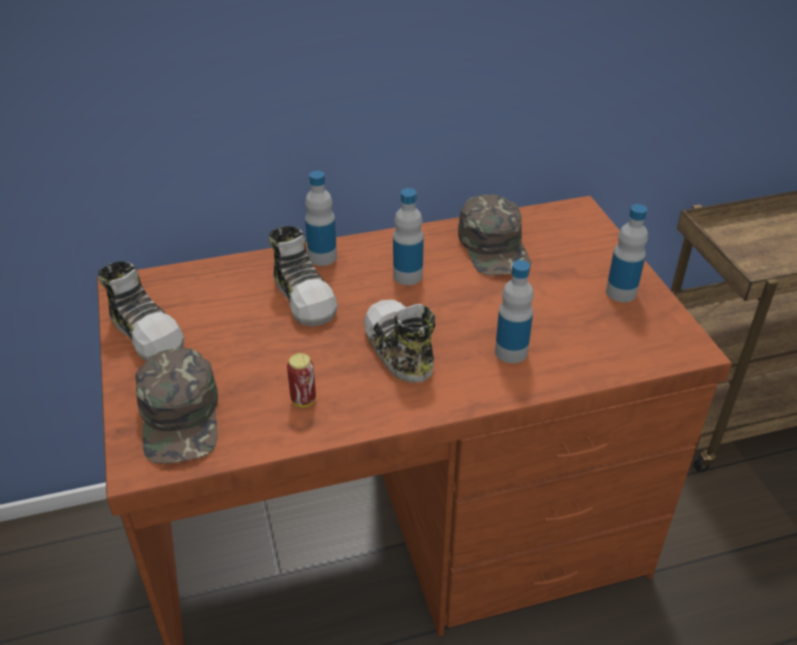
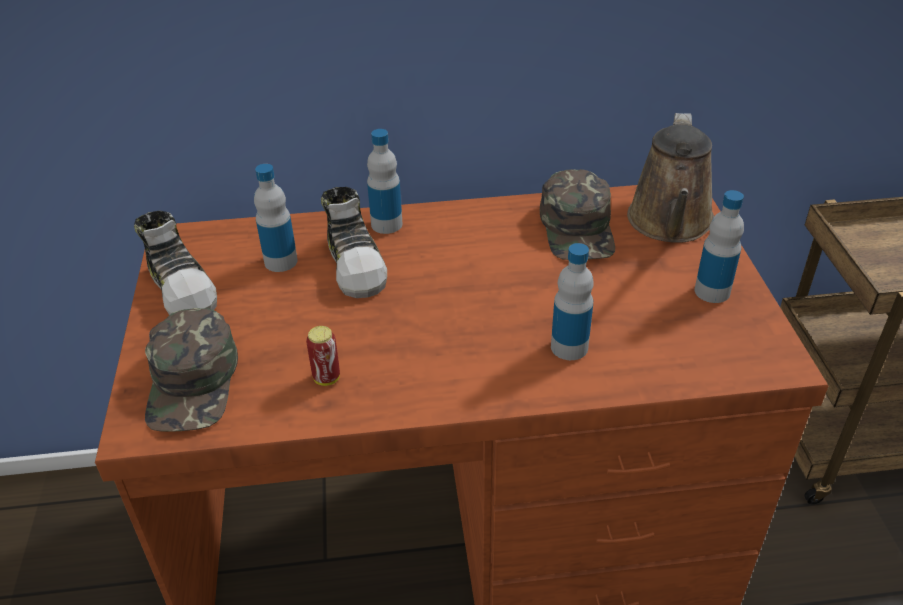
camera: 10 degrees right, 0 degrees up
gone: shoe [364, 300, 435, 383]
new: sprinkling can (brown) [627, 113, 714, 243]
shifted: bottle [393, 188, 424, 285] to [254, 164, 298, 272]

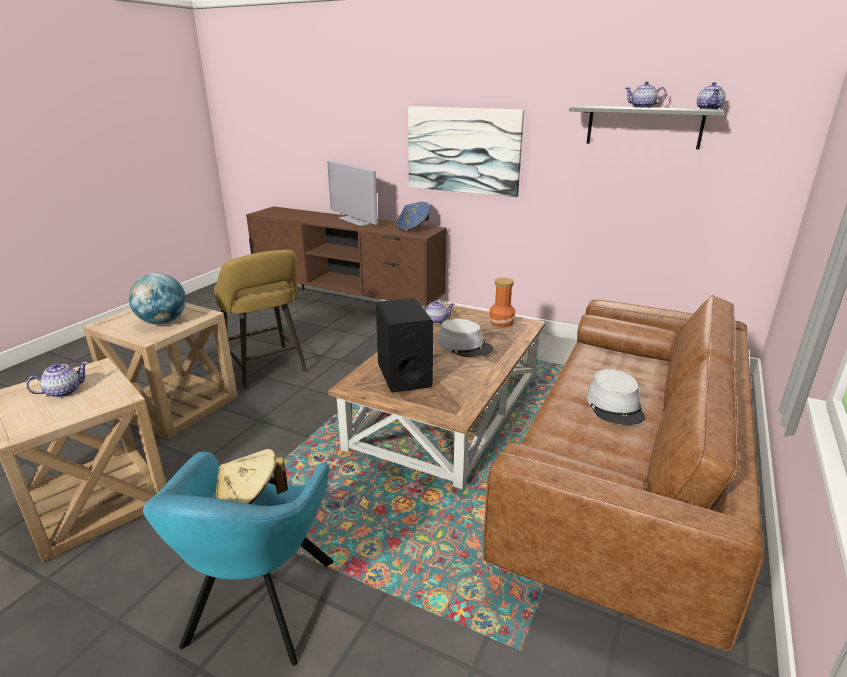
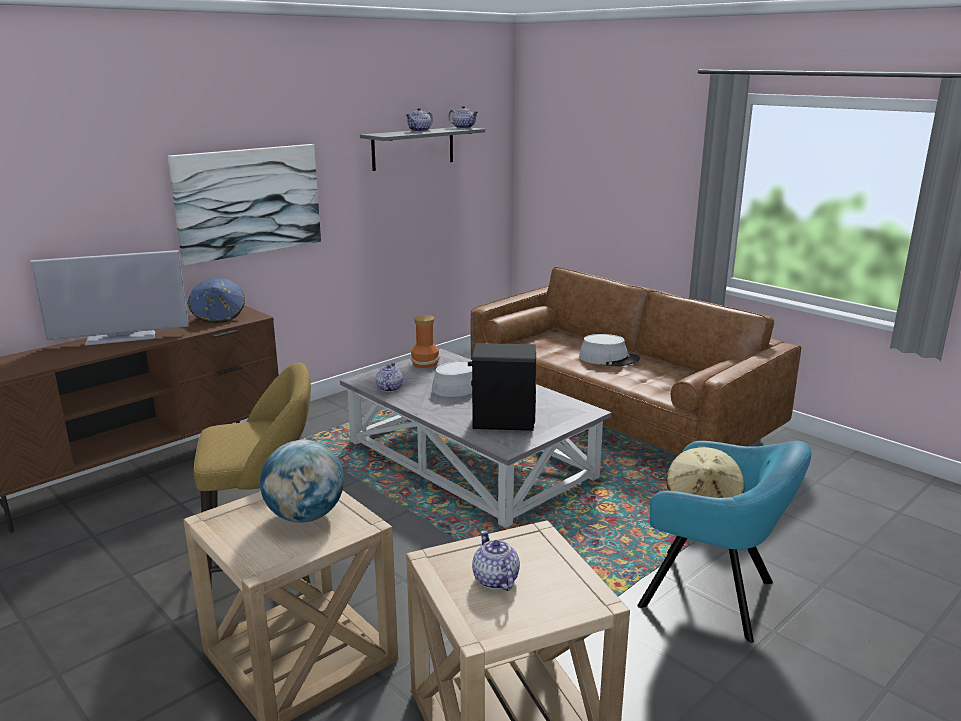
camera: 70 degrees left, 5 degrees down
repainted: coffee table (brown) [328, 303, 546, 489] to coffee table (grey) [340, 349, 612, 528]

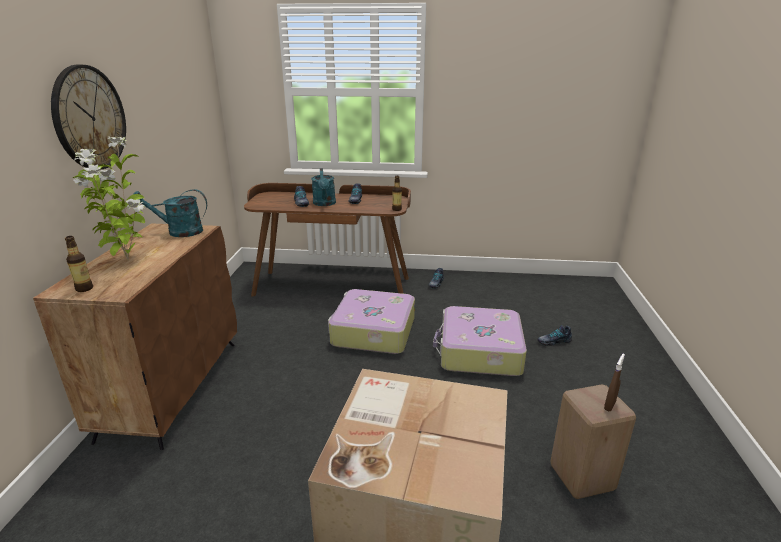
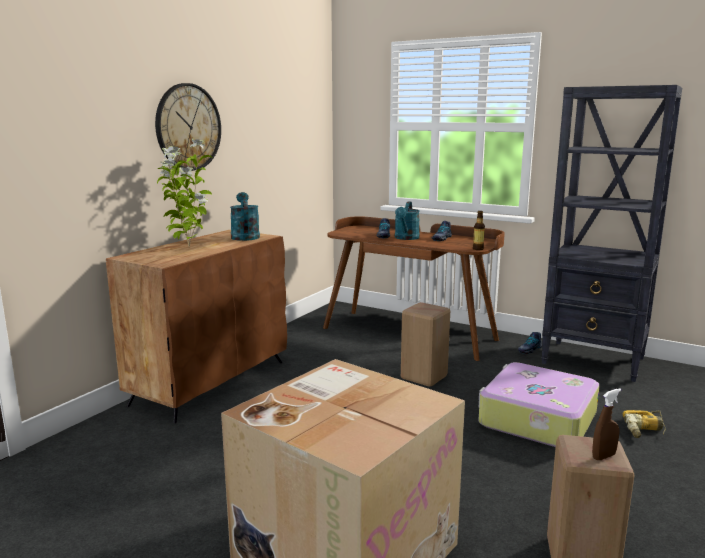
camera: 25 degrees right, 10 degrees down
gone: bottle [65, 236, 93, 292]
new: bookcase (black) [541, 85, 682, 382]
swapped: suitcase [328, 289, 415, 354] to sitting stool (sand-coloured) [401, 302, 450, 387]; shoe [537, 325, 572, 346] to power drill [623, 410, 666, 438]
rotated: sprinkling can (blue-green) [134, 189, 207, 237] = [230, 192, 260, 241] 60 degrees clockwise

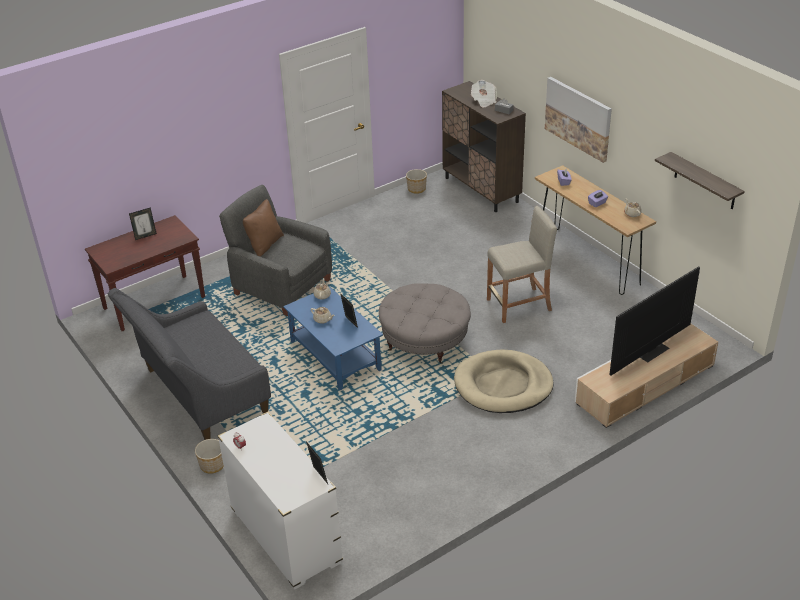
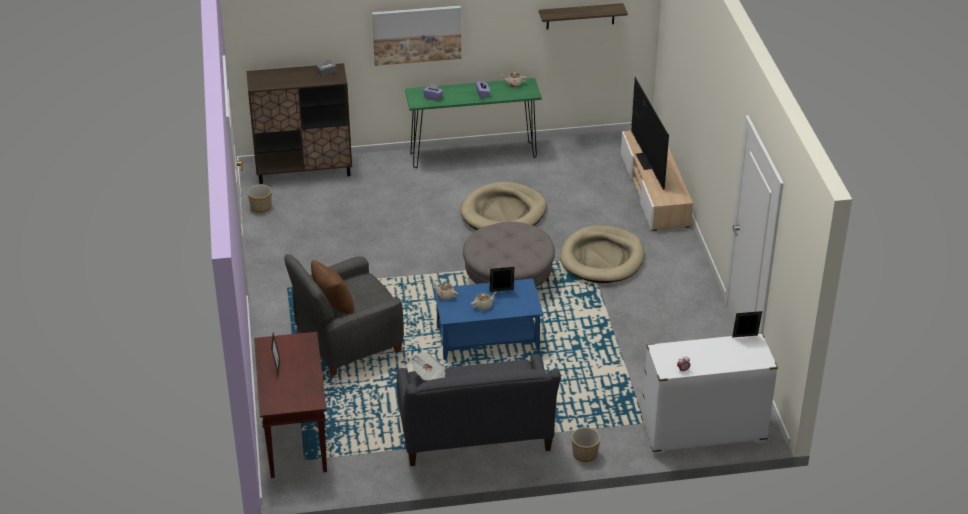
camera: 65 degrees left, 0 degrees up
shifted: daily paper [471, 80, 497, 108] to [411, 352, 446, 381]
swapped: sitting stool (sand-coloured) [487, 206, 557, 323] to dog cushion (sand-coloured) [460, 182, 546, 230]
repainted: console table (brown) [535, 165, 656, 295] to console table (green) [405, 78, 542, 168]

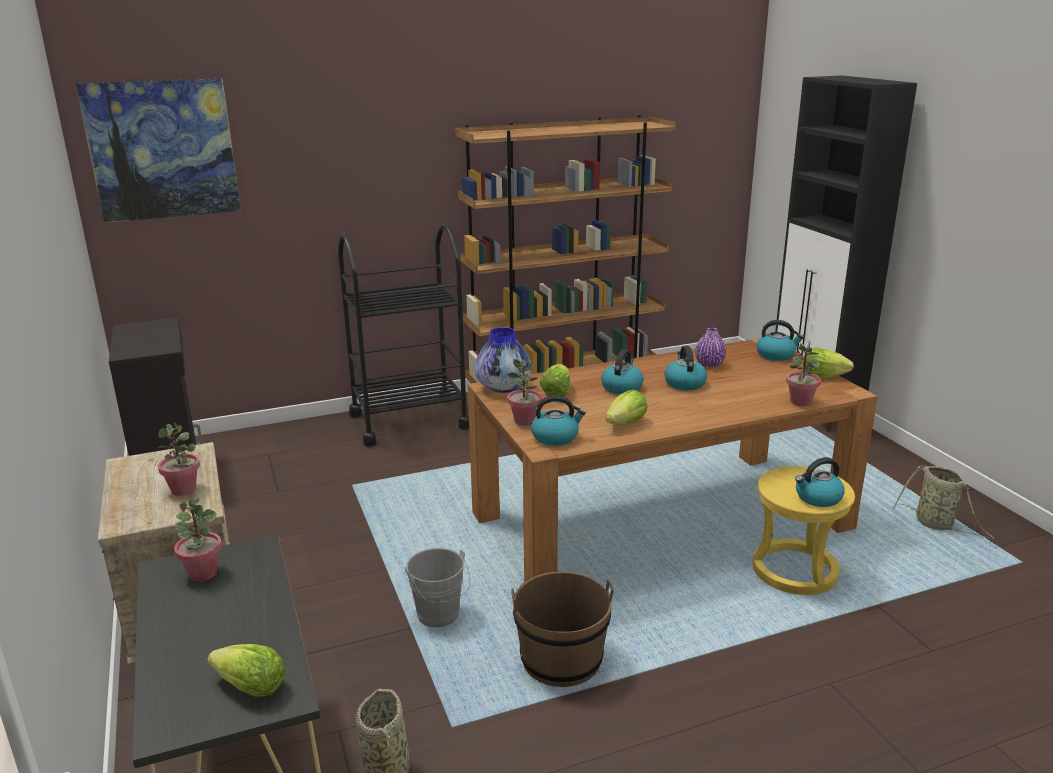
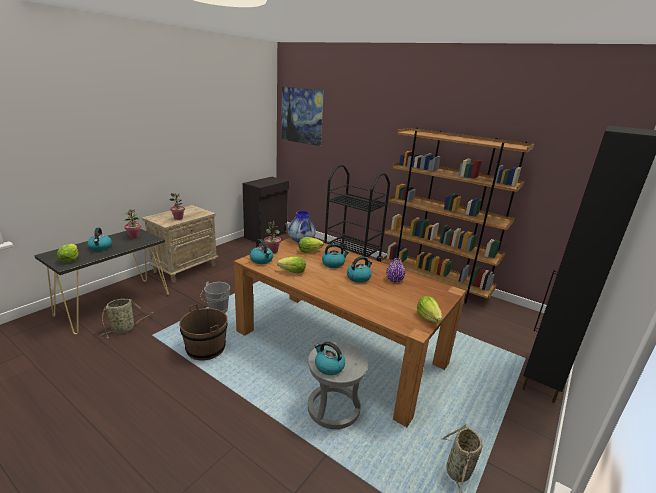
camera: 55 degrees right, 0 degrees up
gone: plant in a pot [786, 342, 821, 406]
shifted: tea kettle [756, 320, 804, 361] to [87, 228, 112, 251]
repainted: sitting stool (yellowish) [753, 466, 855, 595] to sitting stool (grey) [308, 342, 368, 429]

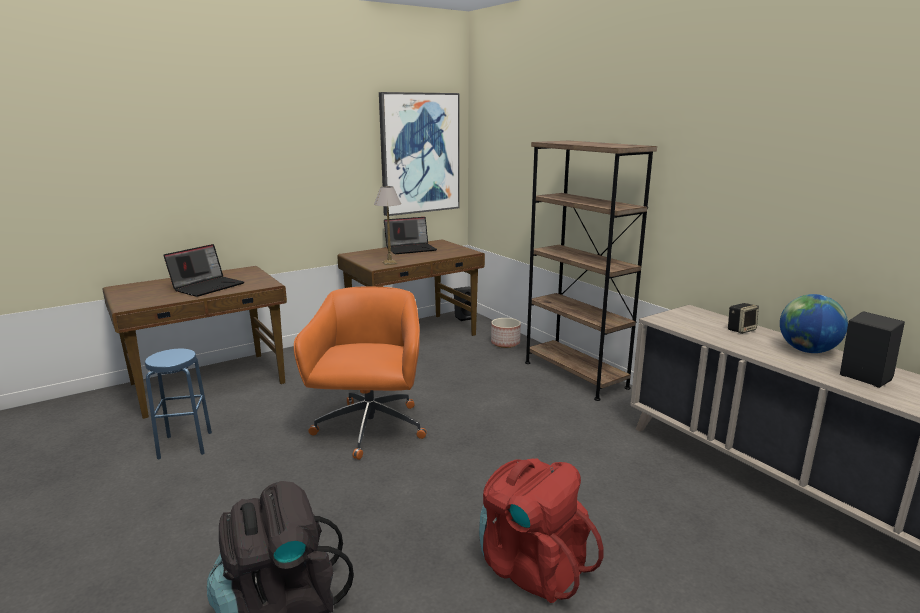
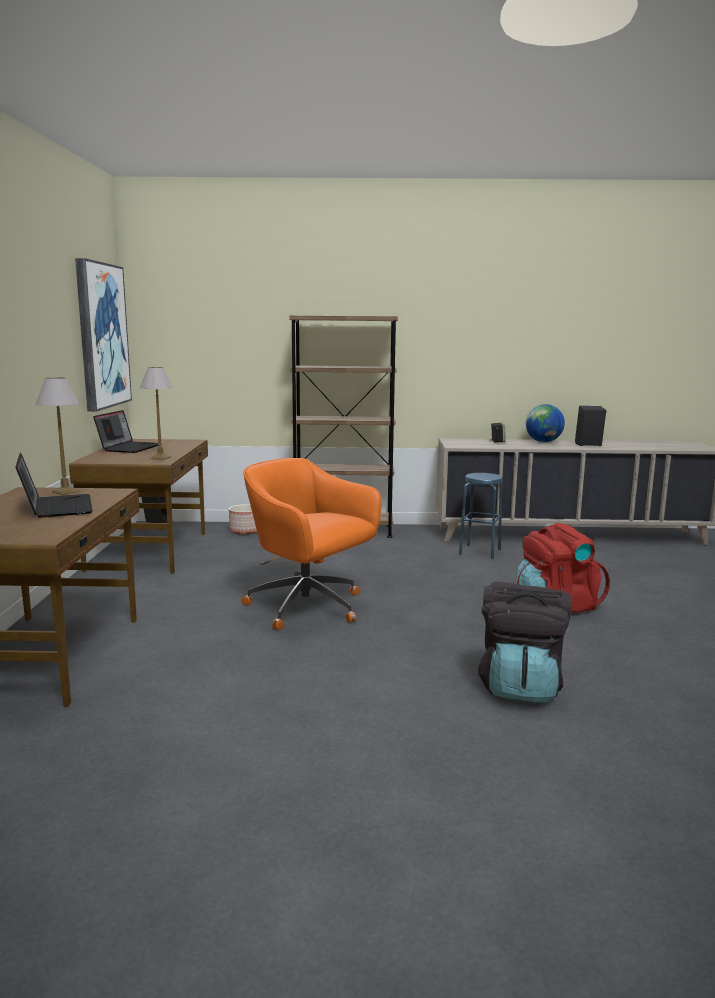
camera: 55 degrees left, 5 degrees down
new: table lamp [36, 377, 79, 495]
shifted: sitting stool (bluish) [145, 349, 212, 460] to [459, 473, 503, 559]

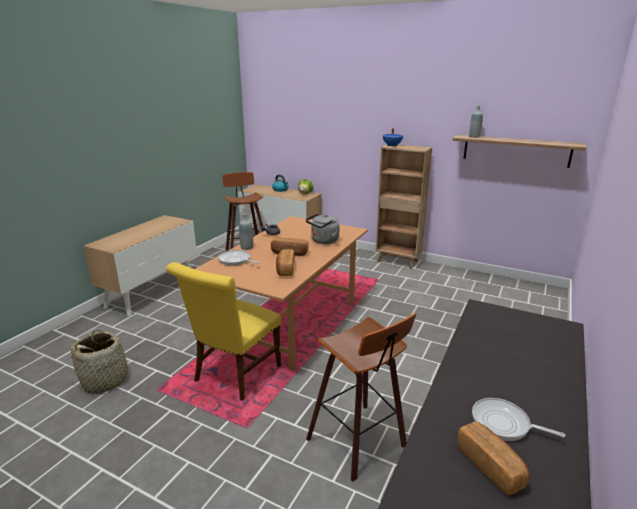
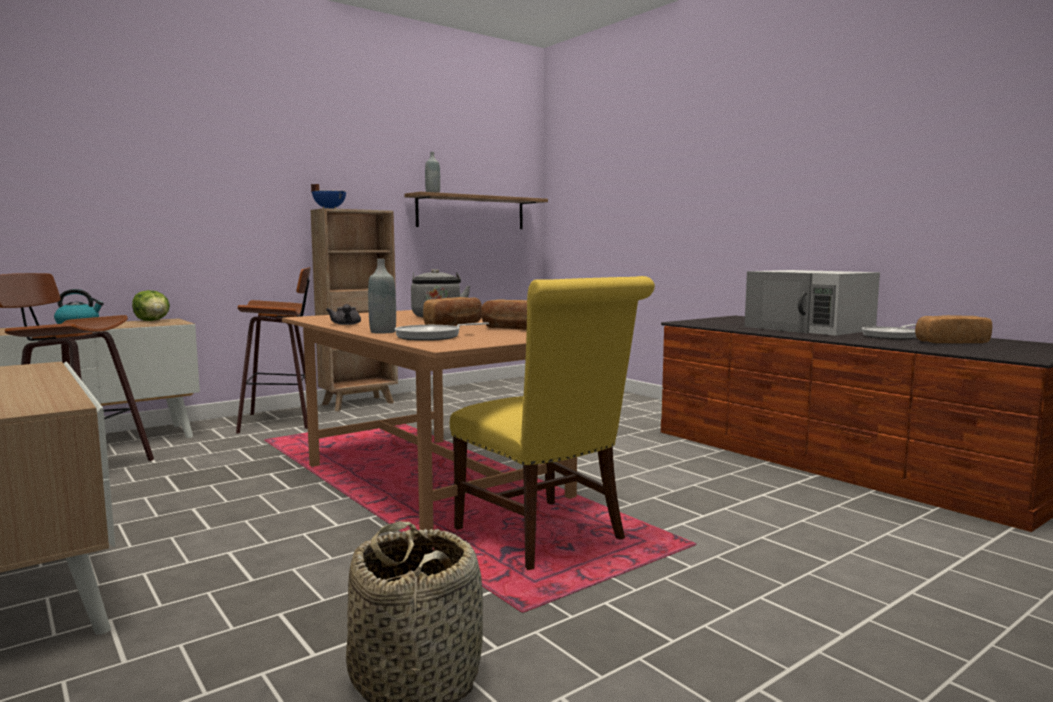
camera: 65 degrees left, 15 degrees down
new: kitchen microwave (white-coloured) [744, 270, 880, 336]
shifted: sitting stool [306, 313, 416, 482] to [236, 267, 311, 434]

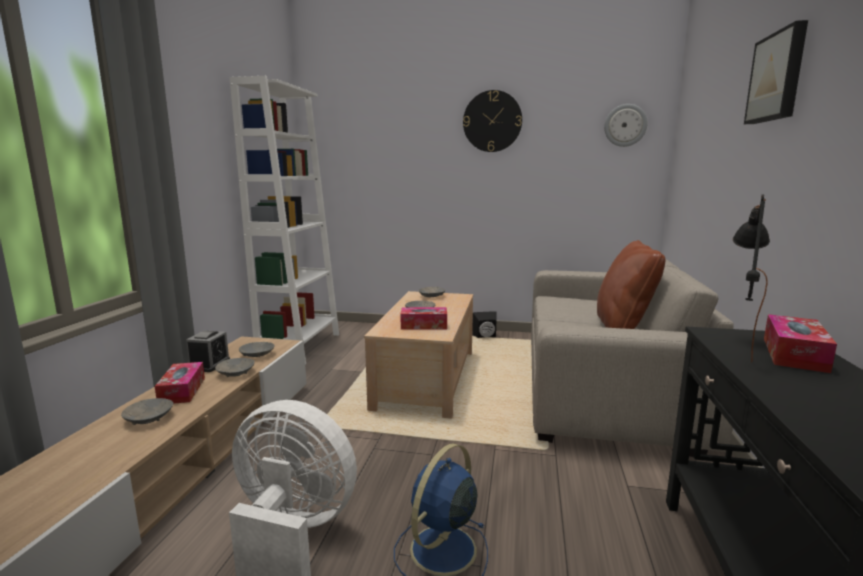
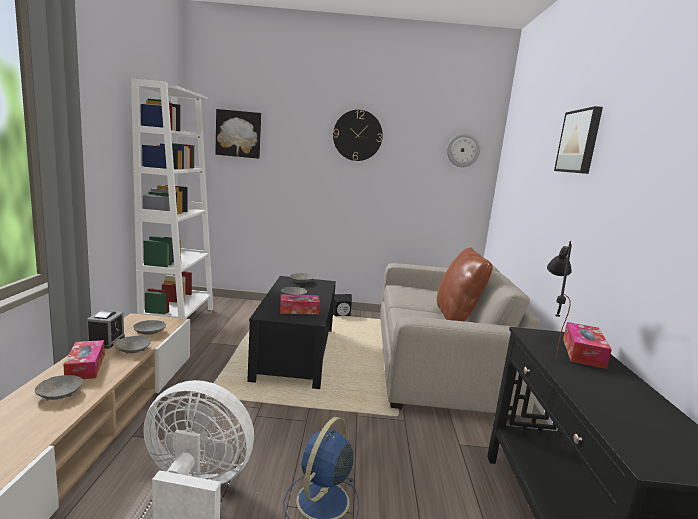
camera: 10 degrees left, 0 degrees up
new: wall picture [215, 109, 261, 159]
repainted: coffee table (sand-coloured) [364, 291, 473, 419] to coffee table (black) [247, 276, 336, 389]

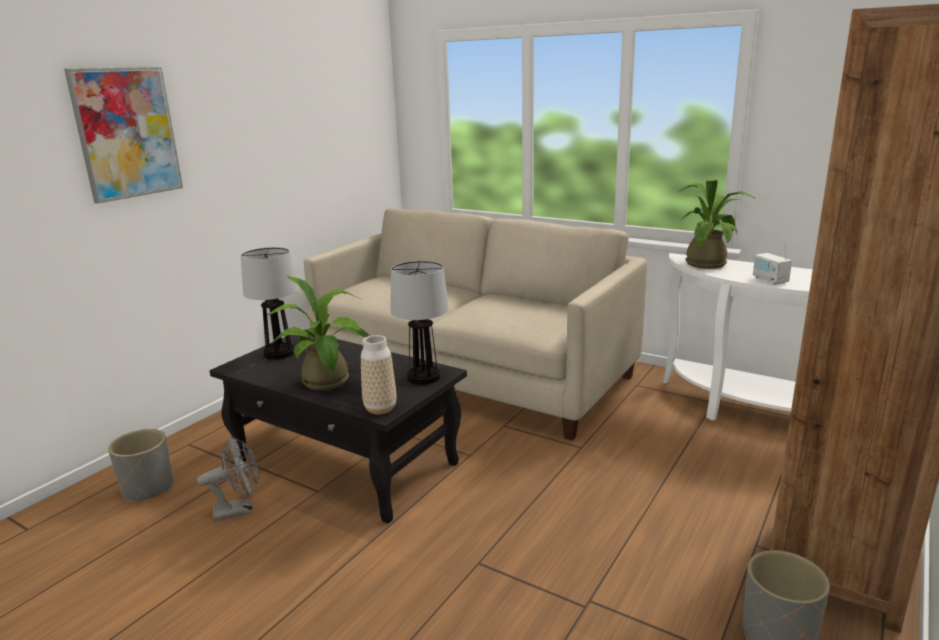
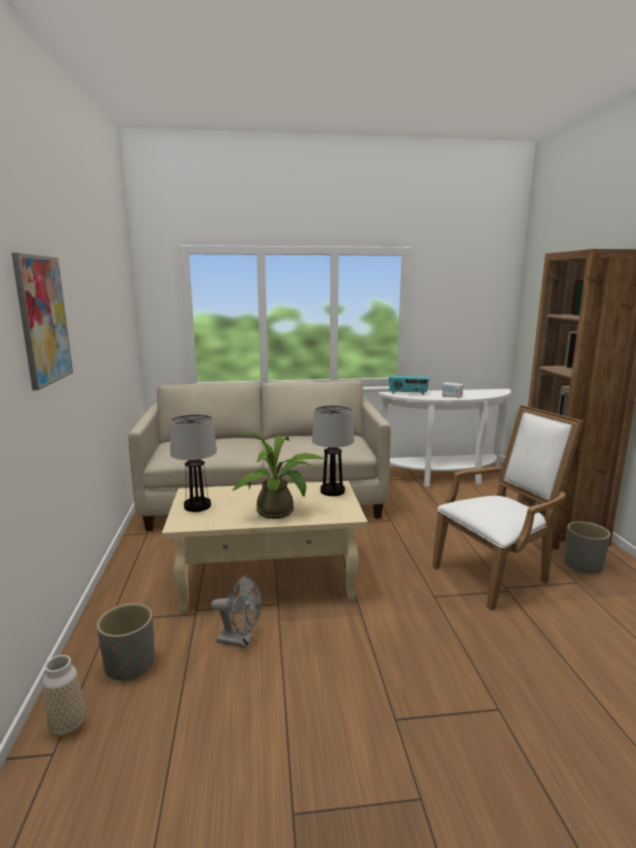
camera: 40 degrees left, 5 degrees down
new: easy chair (white-coloured) [432, 405, 583, 610]
shifted: decorative vase [361, 335, 396, 414] to [43, 655, 85, 737]
swapped: plant in a pot [679, 180, 756, 269] to radio set [389, 376, 429, 395]
repainted: coffee table (black) [209, 334, 467, 524] to coffee table (sand-coloured) [162, 481, 368, 614]
rotated: fan (grey) [197, 436, 259, 521] = [211, 575, 262, 648] 75 degrees clockwise

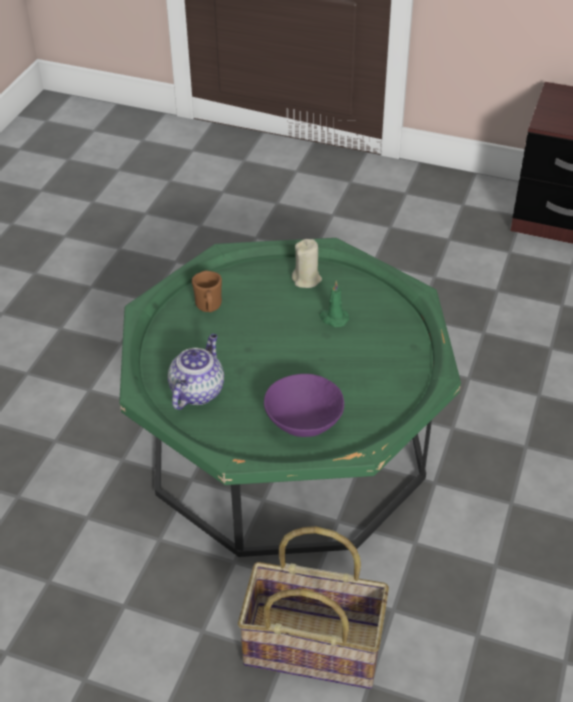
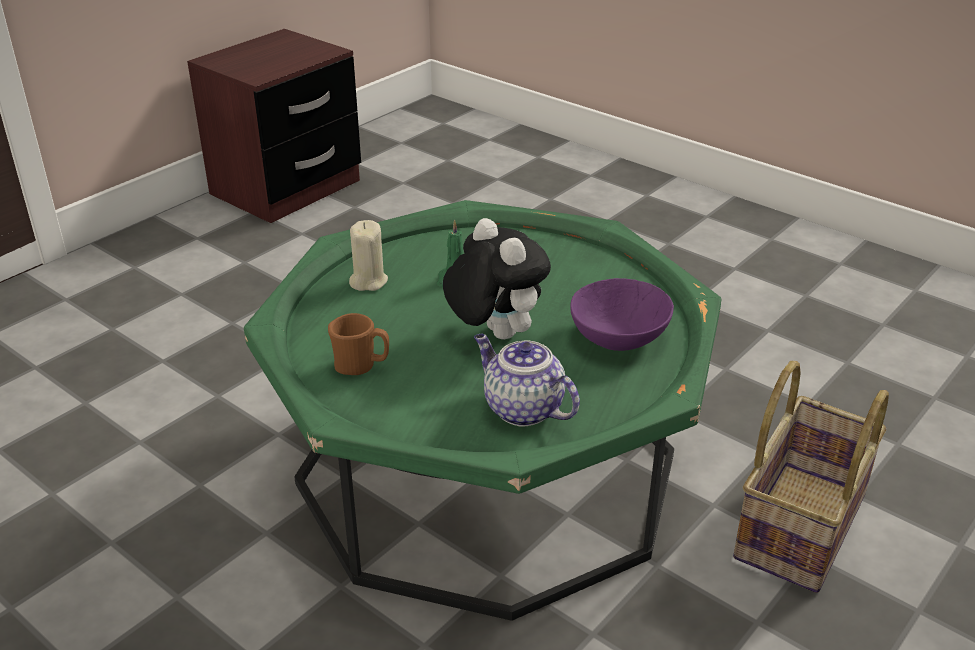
camera: 70 degrees left, 10 degrees down
new: soft toy [443, 218, 551, 339]

